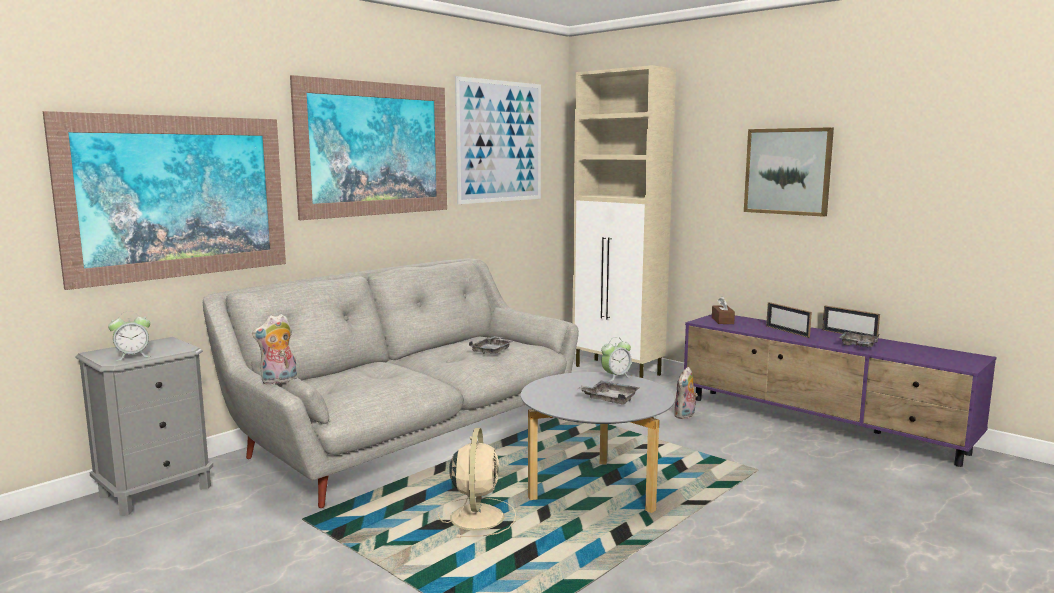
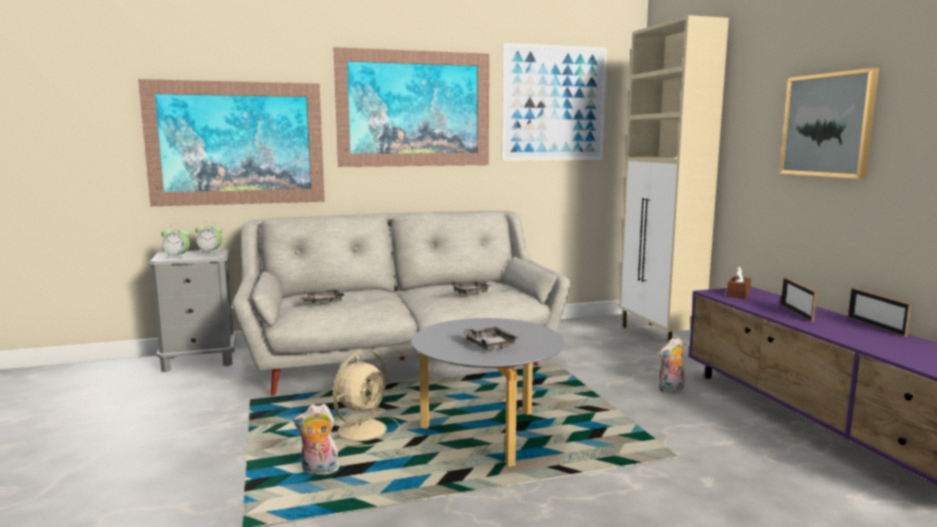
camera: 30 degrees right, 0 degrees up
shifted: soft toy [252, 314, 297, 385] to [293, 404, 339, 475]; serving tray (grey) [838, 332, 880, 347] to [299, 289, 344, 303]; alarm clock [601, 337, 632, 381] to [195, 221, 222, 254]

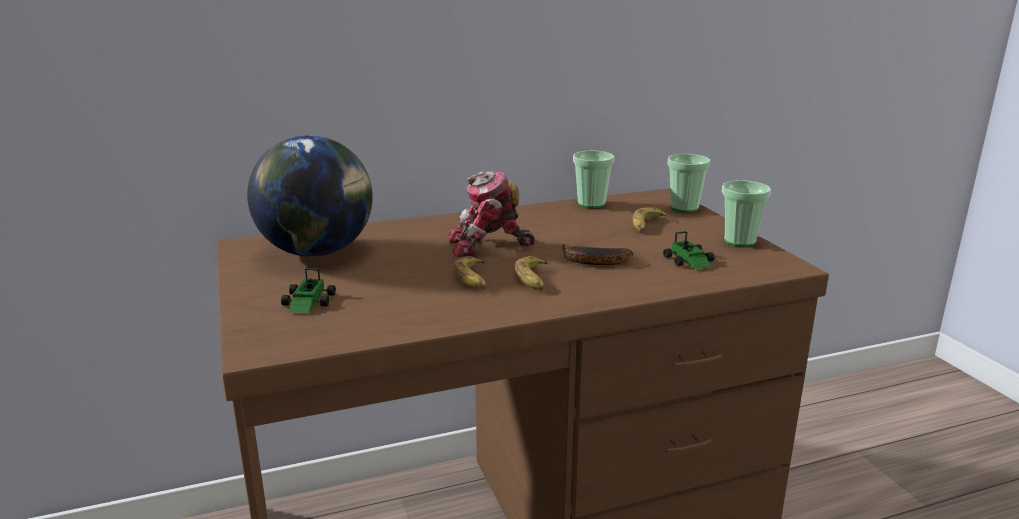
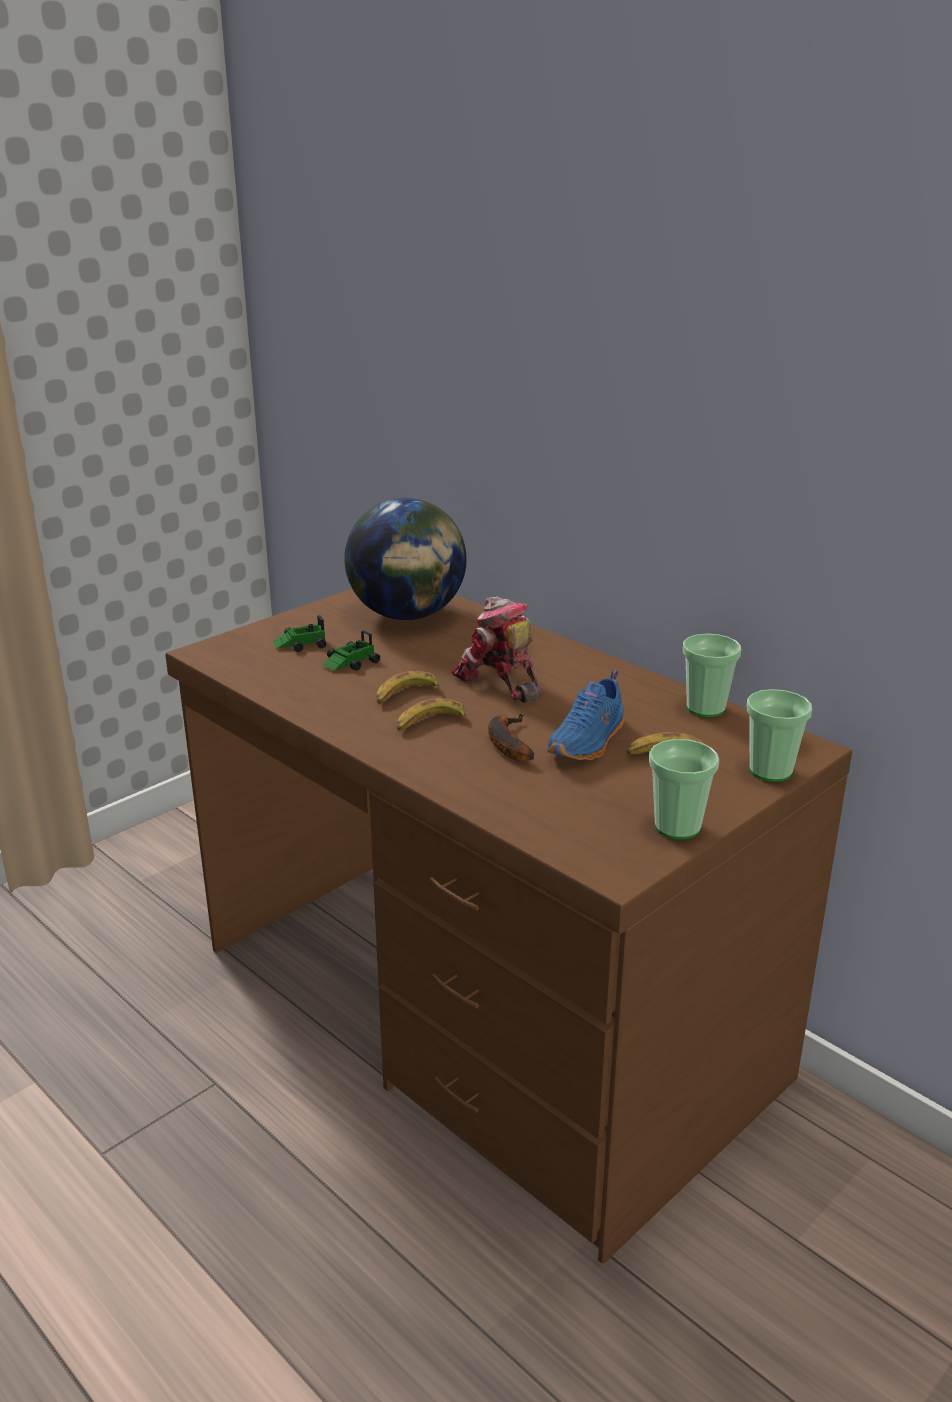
camera: 65 degrees right, 5 degrees up
new: shoe (bluish) [547, 670, 624, 760]
shifted: miniature car [663, 231, 714, 269] to [322, 630, 380, 671]

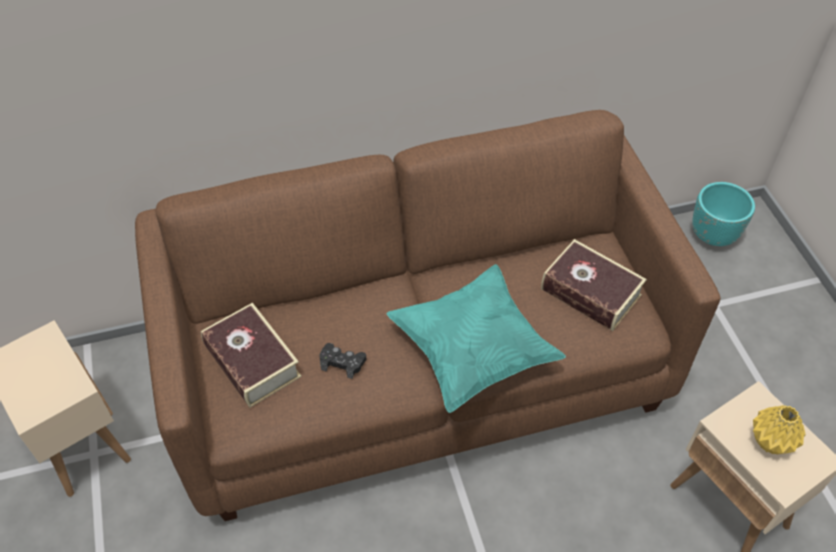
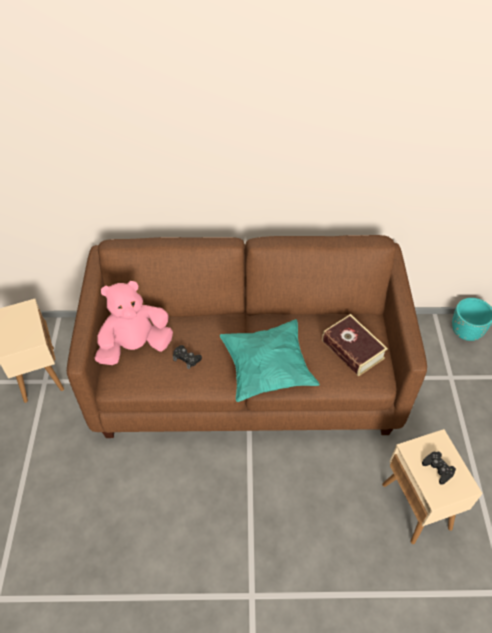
camera: 15 degrees right, 0 degrees up
swapped: book [201, 303, 302, 408] to soft toy (pink-coloured) [94, 281, 173, 365]; decorative vase (yellowish) [753, 405, 806, 454] to gamepad (black) [422, 452, 456, 485]

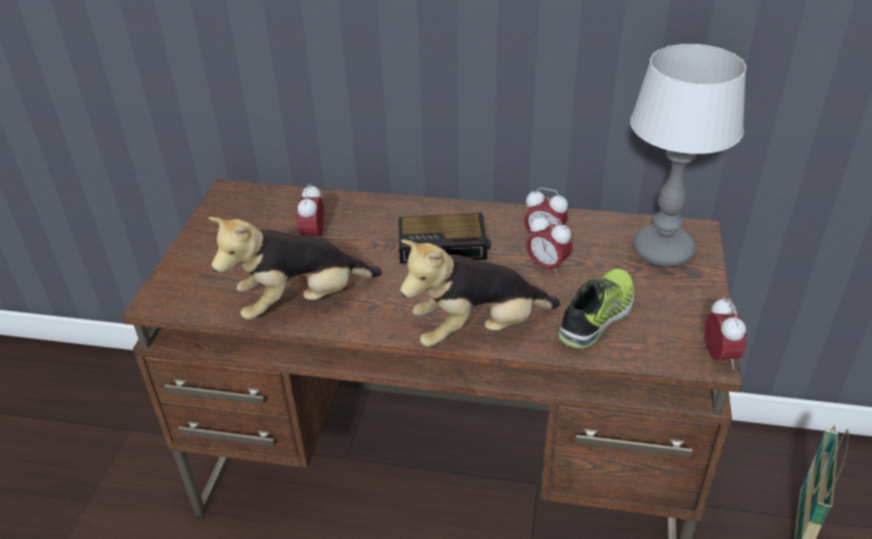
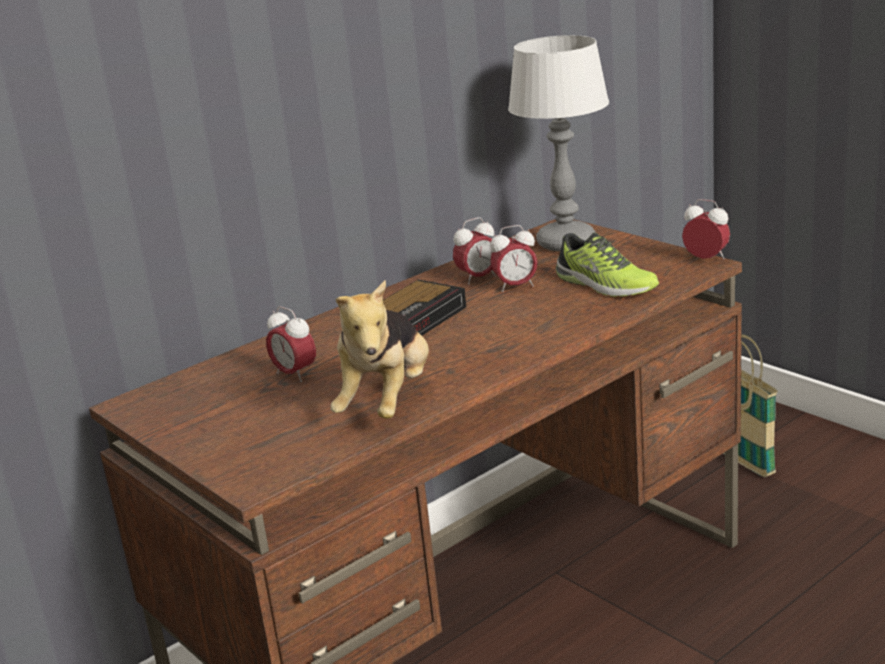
camera: 50 degrees left, 15 degrees down
gone: soft toy [400, 239, 560, 347]
rotated: shoe [558, 269, 634, 349] = [556, 233, 659, 297] 150 degrees clockwise

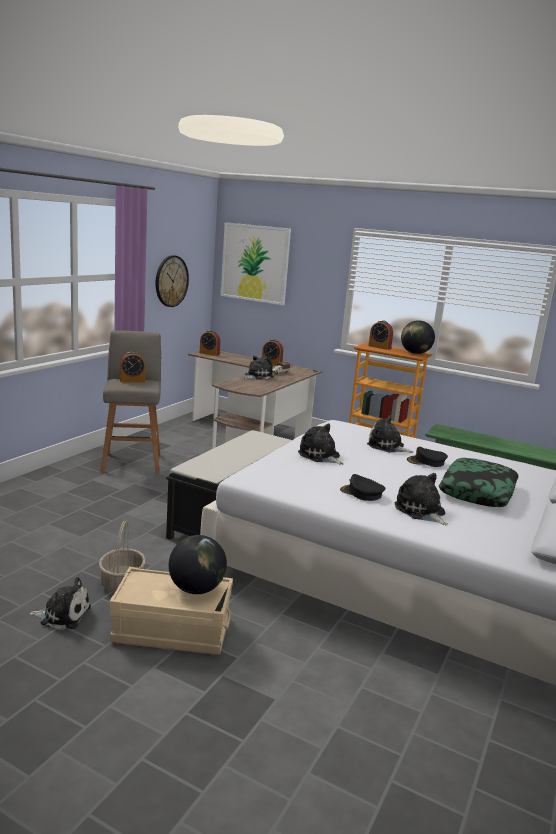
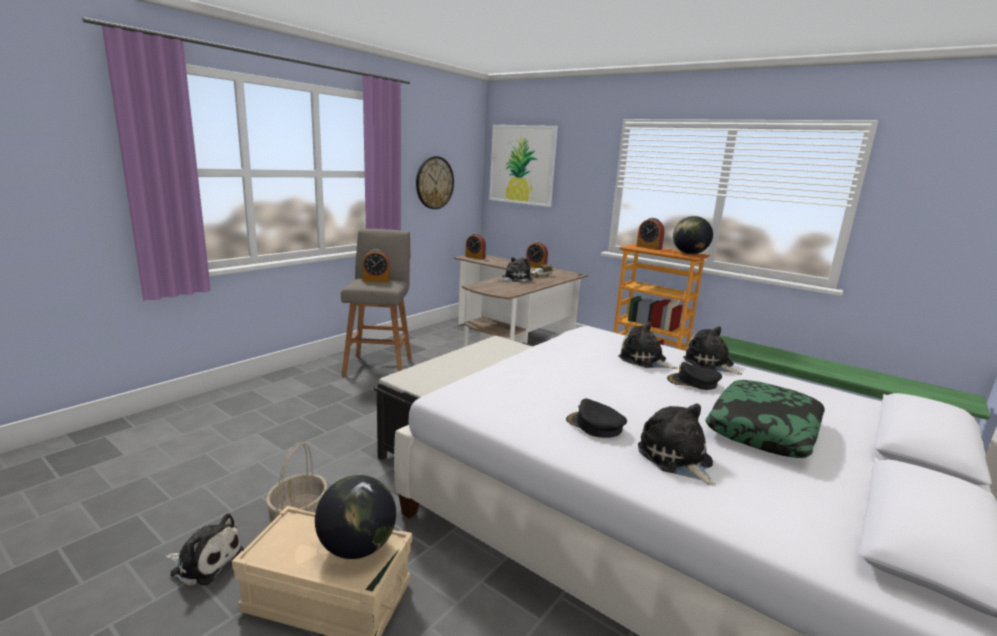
camera: 10 degrees right, 0 degrees up
shifted: soft toy [298, 424, 344, 465] to [683, 326, 742, 375]

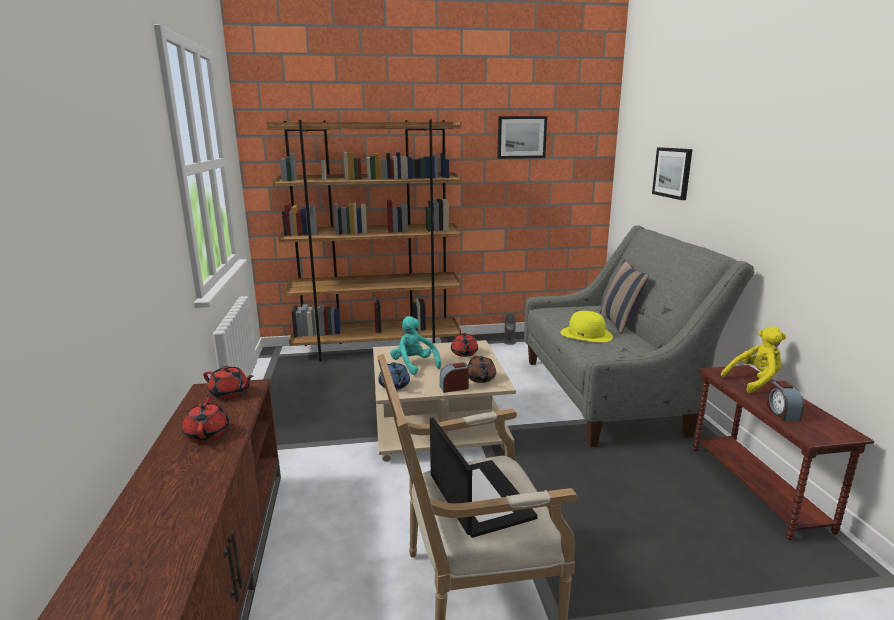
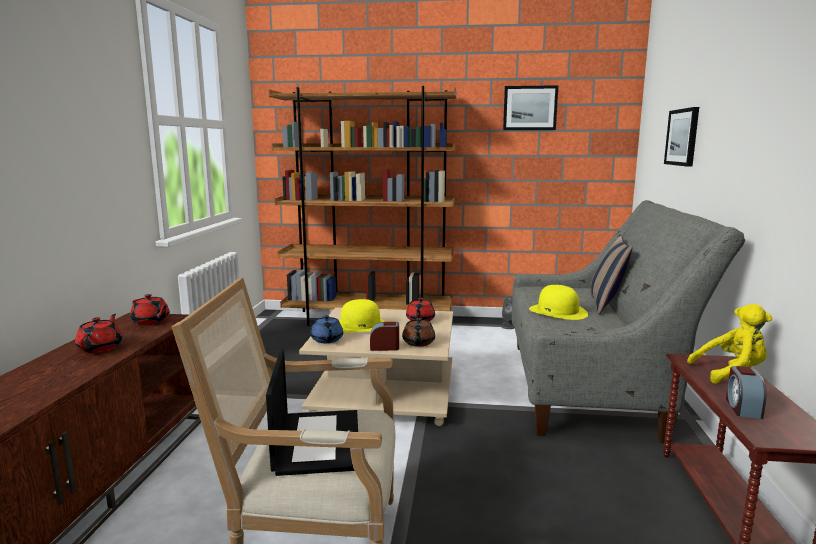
camera: 15 degrees right, 5 degrees down
swapped: soft toy (blue-green) [390, 316, 441, 375] to clothing hat (yellowish) [339, 299, 387, 332]

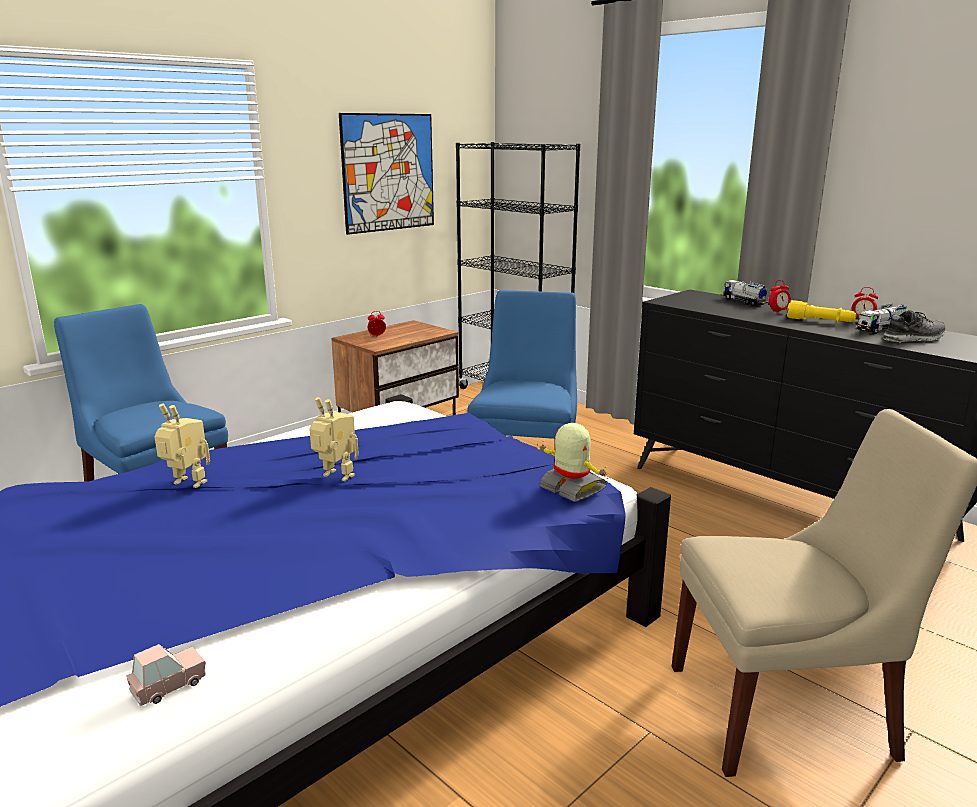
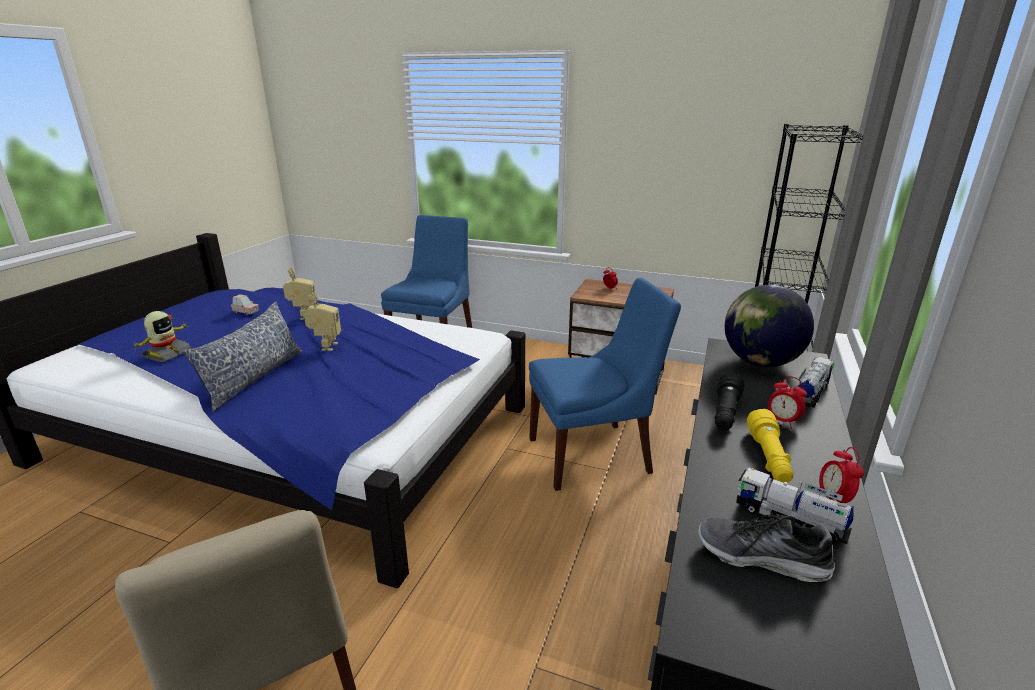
camera: 65 degrees right, 5 degrees up
gone: wall picture [339, 113, 434, 235]
new: world globe [725, 285, 814, 367]; cushion [182, 301, 302, 412]; hand torch (black) [715, 373, 744, 430]
shifted: model robot [537, 423, 610, 502] to [132, 311, 192, 362]; miniature car (pink-coloured) [126, 644, 206, 706] to [231, 294, 259, 315]
rotated: shoe [883, 310, 946, 343] = [698, 514, 835, 582] 150 degrees clockwise

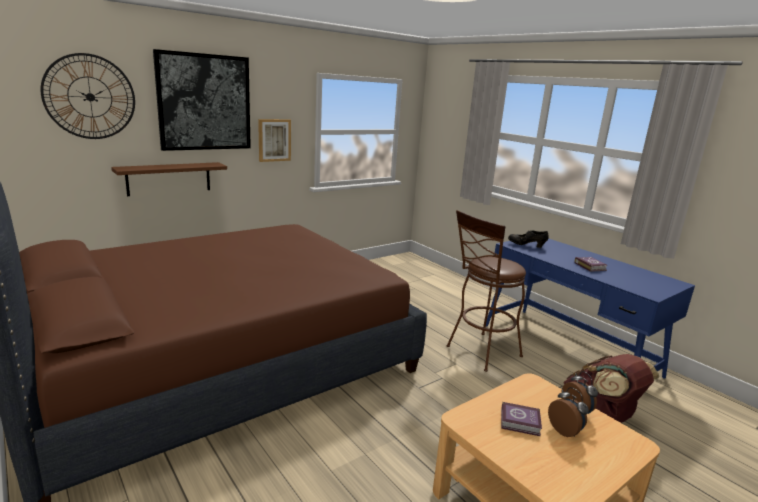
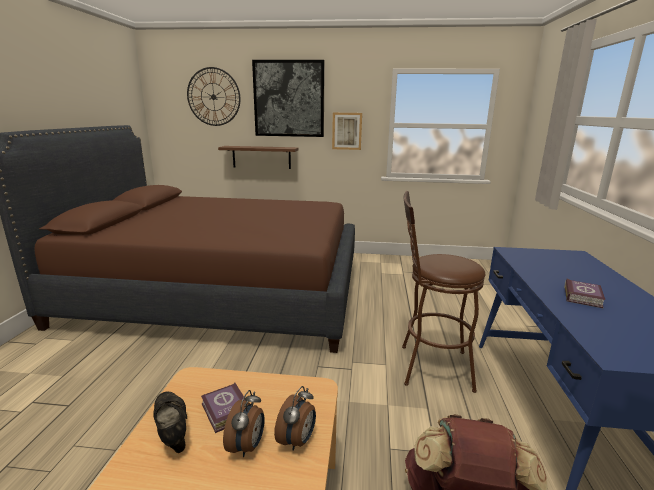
camera: 45 degrees right, 0 degrees up
shifted: shoe (black) [508, 230, 549, 248] to [153, 392, 187, 453]

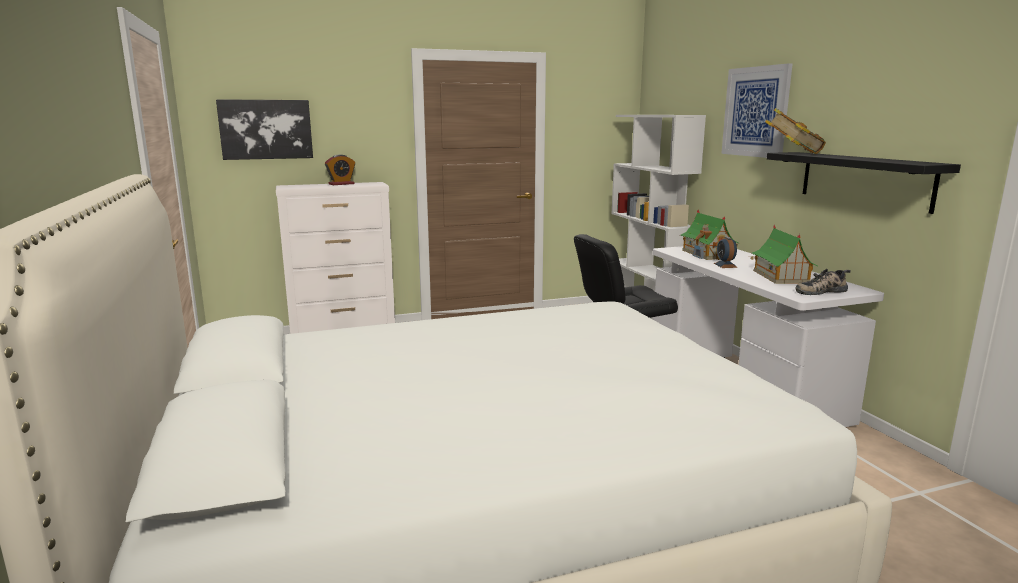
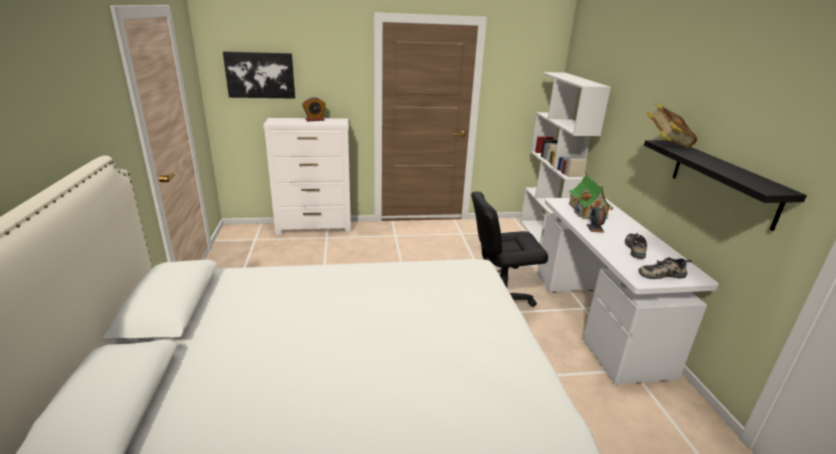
camera: 10 degrees right, 10 degrees up
gone: wall picture [721, 63, 793, 158]
swapped: miniature house [749, 224, 818, 284] to shoe [625, 233, 647, 259]

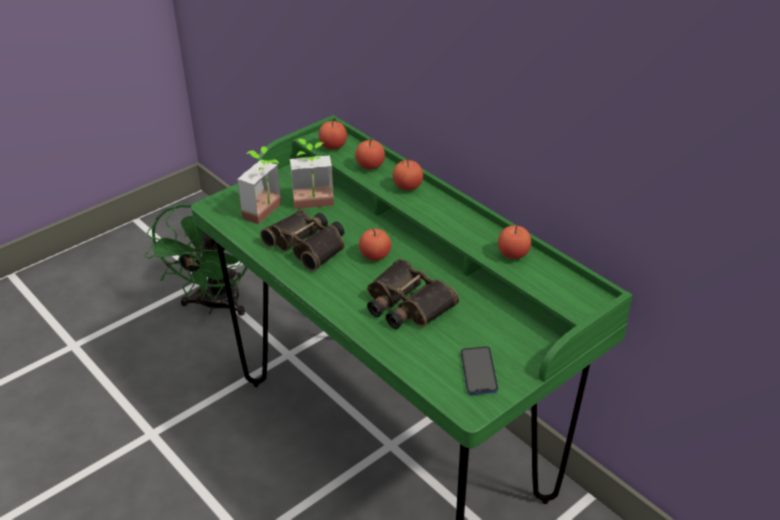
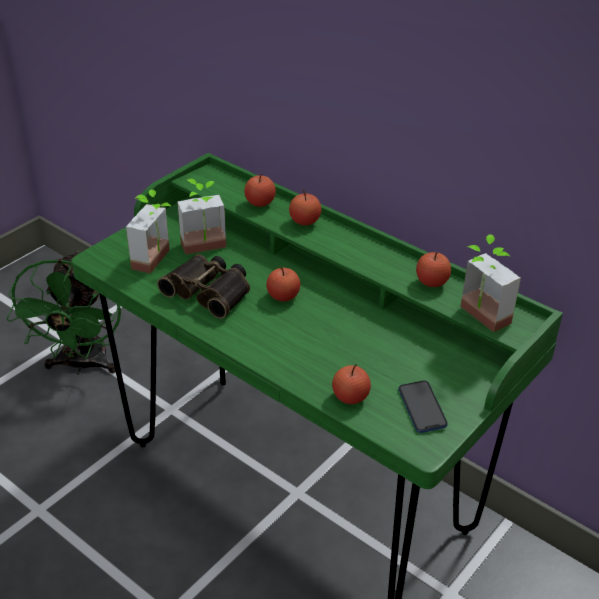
camera: 10 degrees left, 0 degrees up
gone: pair of binoculars [367, 259, 459, 329]
new: plant in a pot [460, 234, 521, 332]
shifted: apple [319, 118, 347, 150] to [332, 364, 371, 404]

